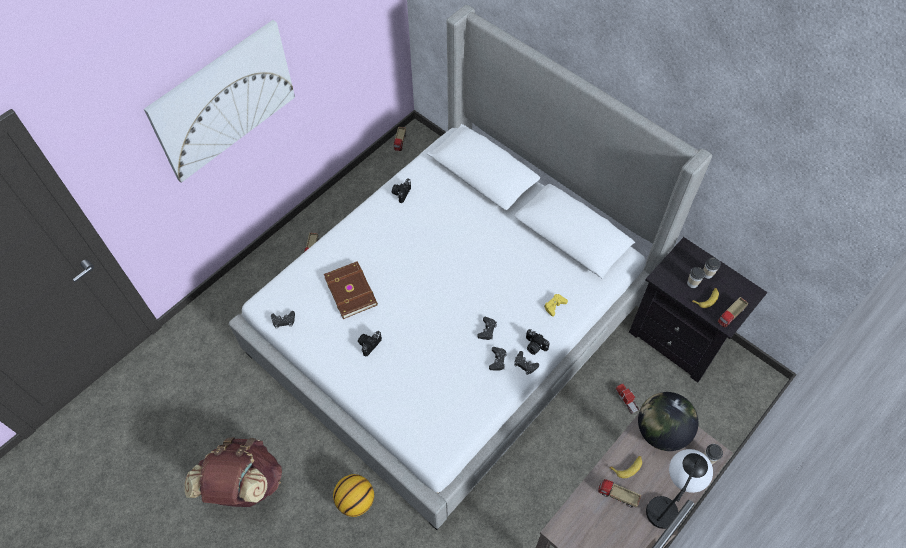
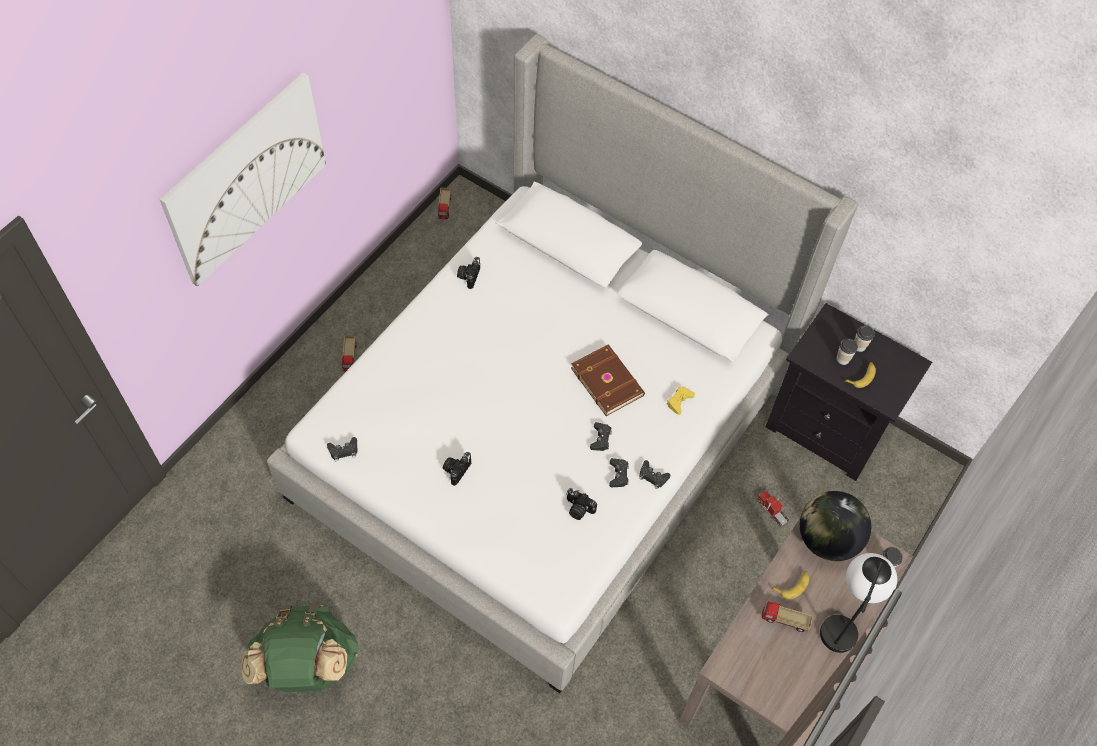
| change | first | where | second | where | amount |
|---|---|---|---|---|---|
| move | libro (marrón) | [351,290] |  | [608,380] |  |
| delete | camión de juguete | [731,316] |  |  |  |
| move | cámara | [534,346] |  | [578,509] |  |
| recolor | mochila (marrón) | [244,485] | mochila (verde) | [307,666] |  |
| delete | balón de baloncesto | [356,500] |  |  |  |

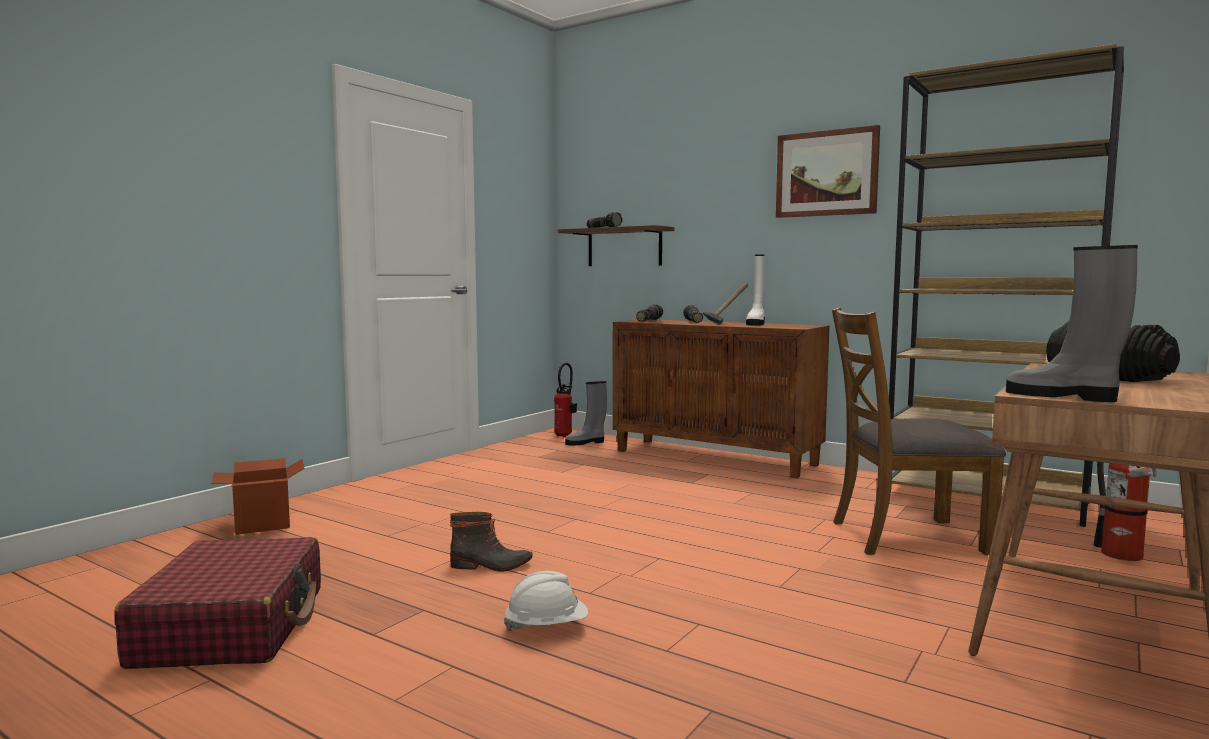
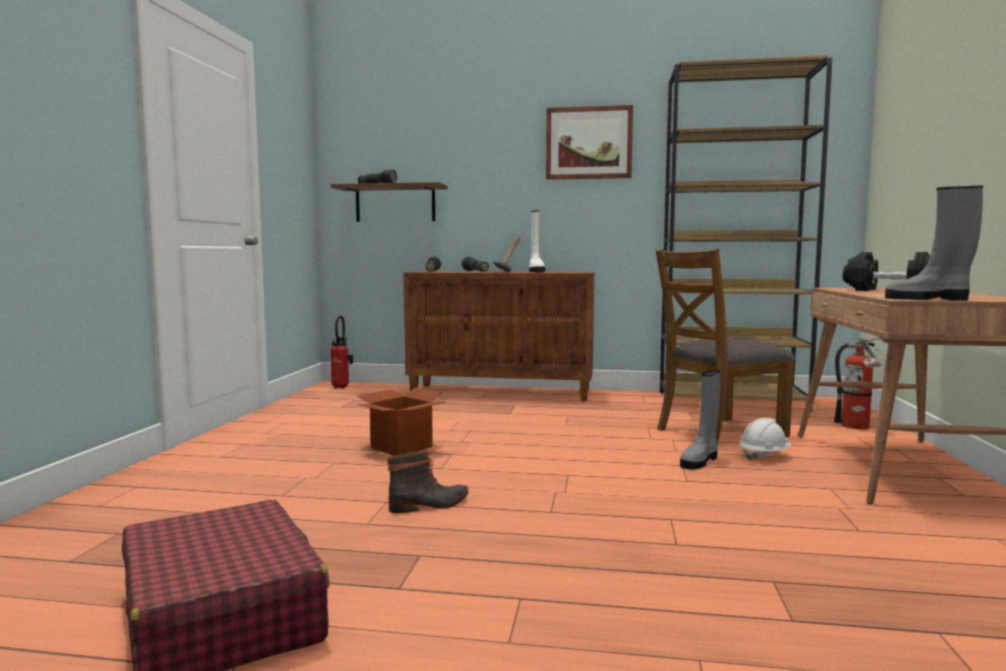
| change | first | where | second | where | amount |
|---|---|---|---|---|---|
| move | bota (gris) | [586,442] |  | [700,461] |  |
| move | caja de cartón | [263,524] |  | [401,447] |  |
| move | casco (blanco) | [547,627] |  | [764,456] |  |

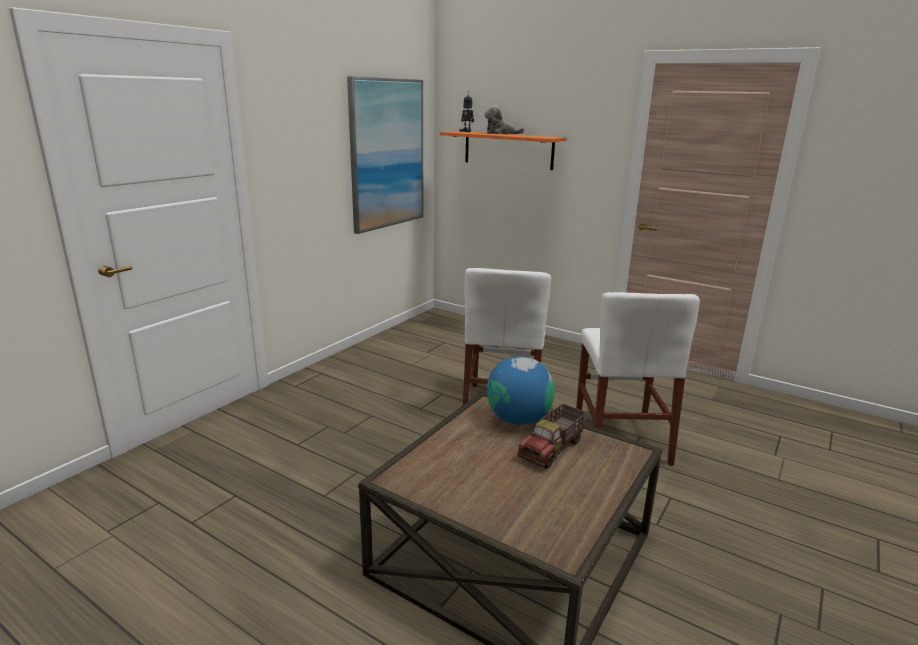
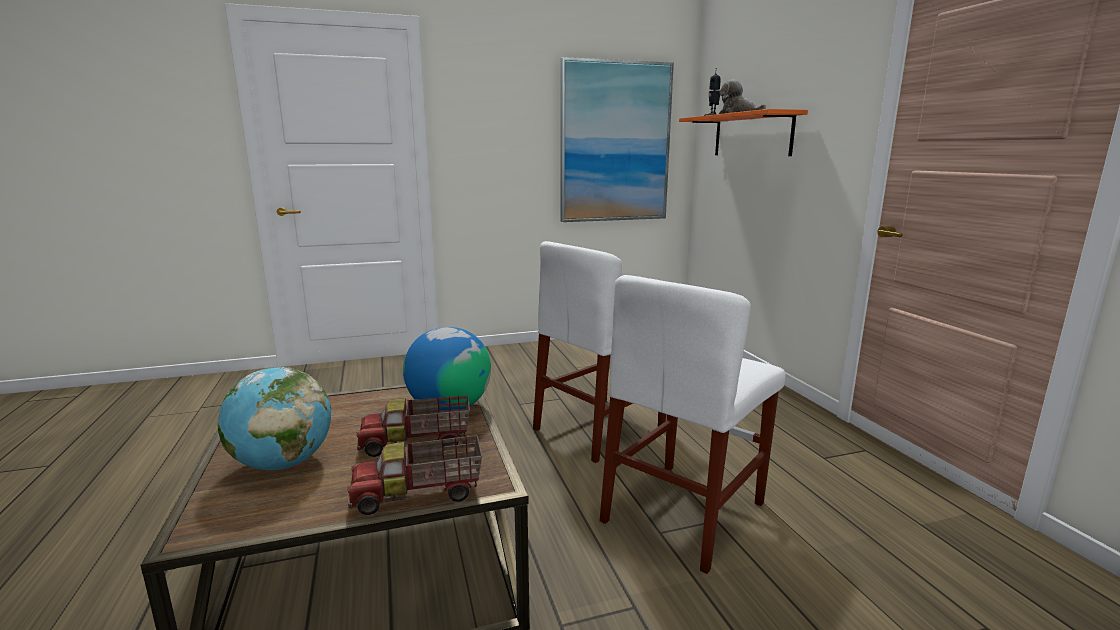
| change | first | where | second | where | amount |
|---|---|---|---|---|---|
| insert |  |  | globo terráqueo | [283,464] |  |
| insert |  |  | camión de juguete | [418,495] |  |

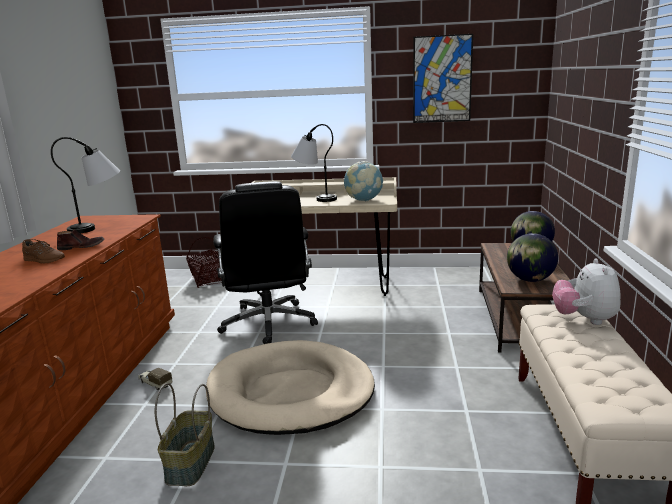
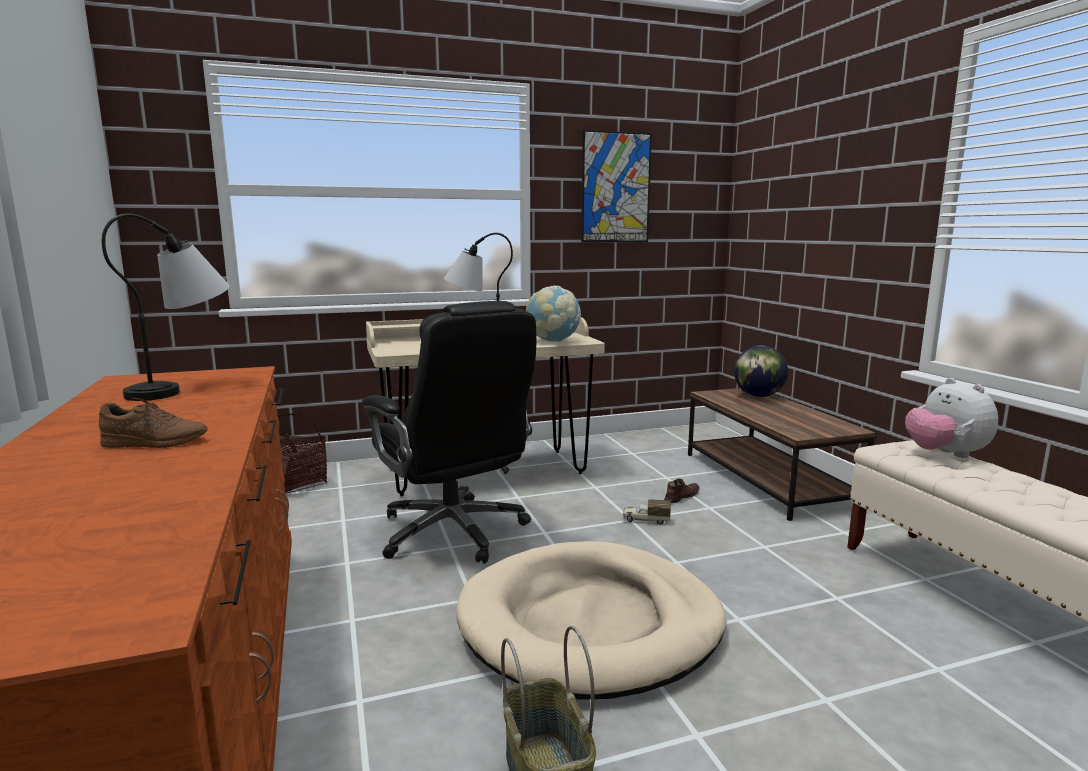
| change | first | where | second | where | amount |
|---|---|---|---|---|---|
| move | zapato (marrón) | [81,247] |  | [681,497] |  |
| delete | globo terráqueo | [530,280] |  |  |  |
| move | camión de juguete | [155,384] |  | [645,520] |  |

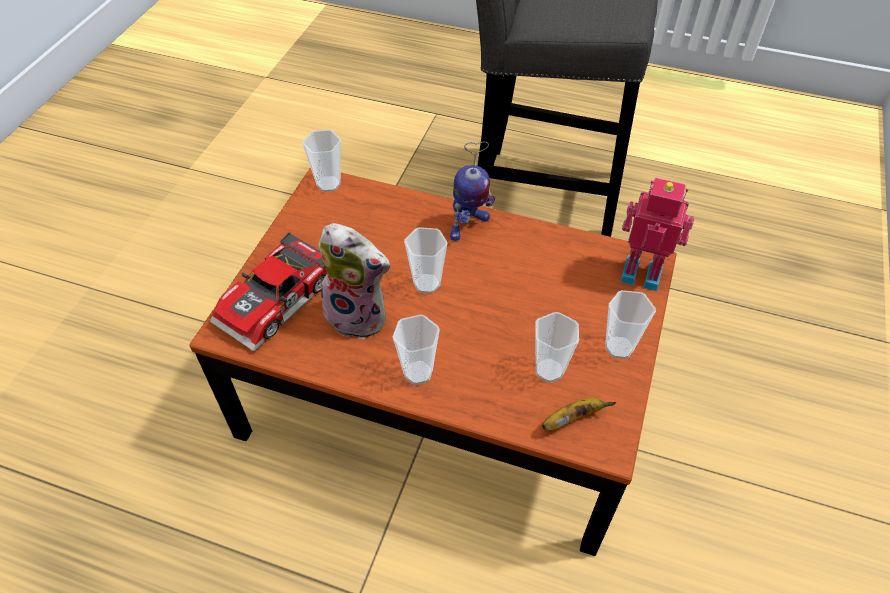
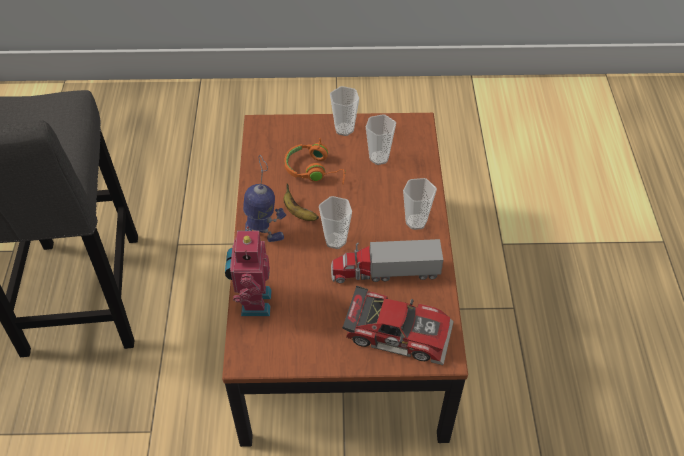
| change | first | where | second | where | amount |
|---|---|---|---|---|---|
| delete | taza | [328,184] |  |  |  |
| move | robot de juguete | [642,272] |  | [253,302] |  |
| replace | peluche | [359,315] | camión de juguete | [384,271] |  |
| move | plátano | [572,419] |  | [298,213] |  |
| insert |  |  | auriculares (naranja) | [315,170] |  |

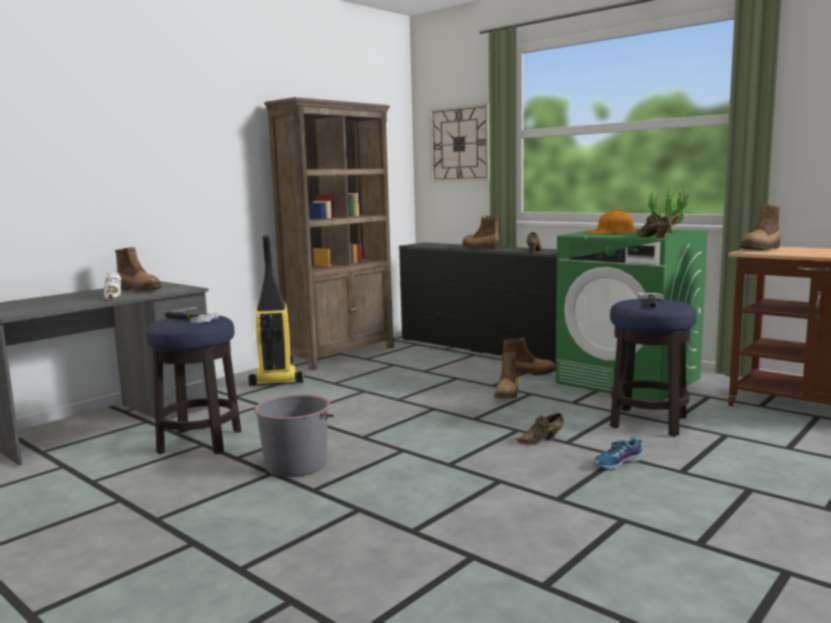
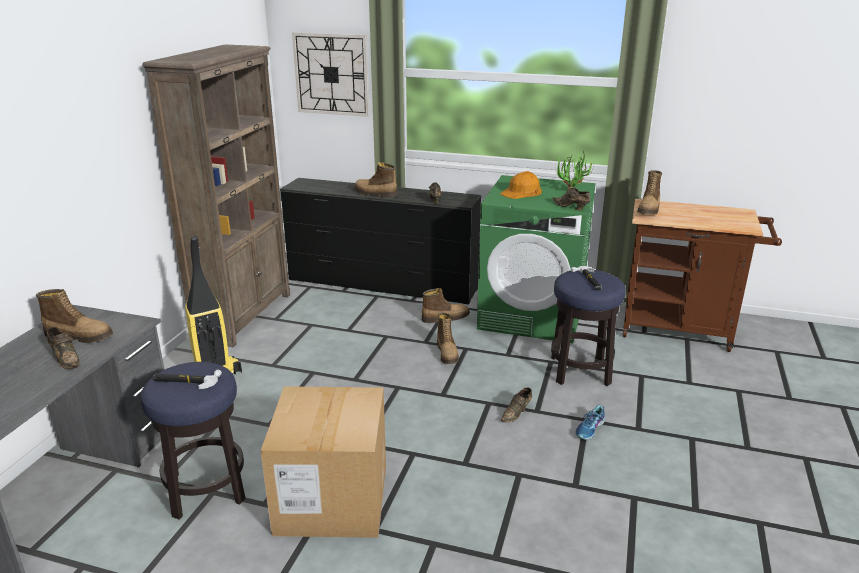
| change | first | where | second | where | amount |
|---|---|---|---|---|---|
| recolor | zapato (blanco) | [114,296] | zapato (marrón) | [65,359] |  |
| replace | cubo (gris) | [296,465] | caja de cartón | [332,499] |  |

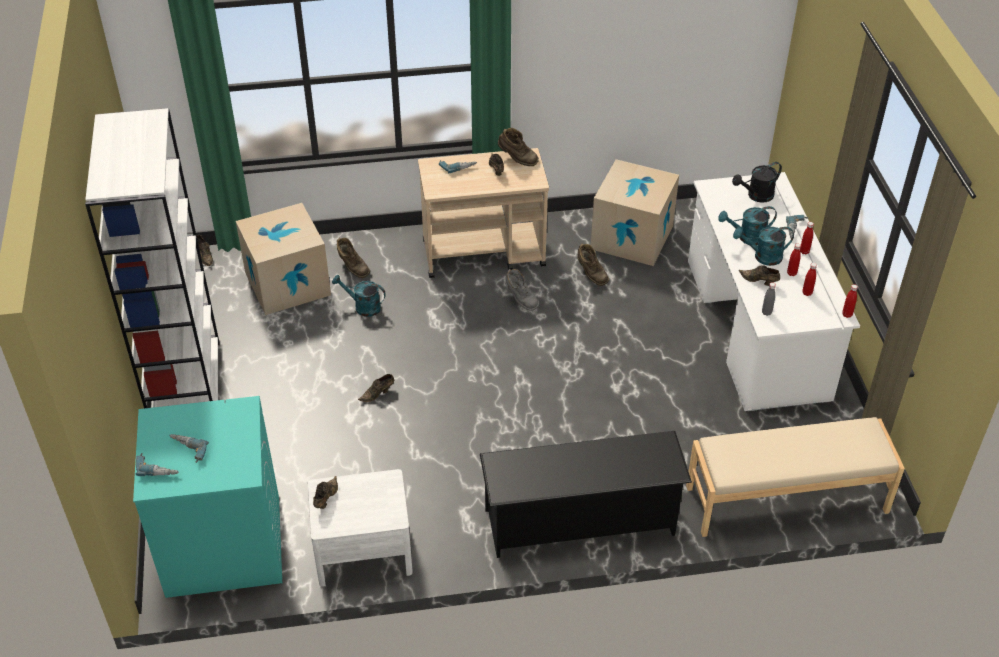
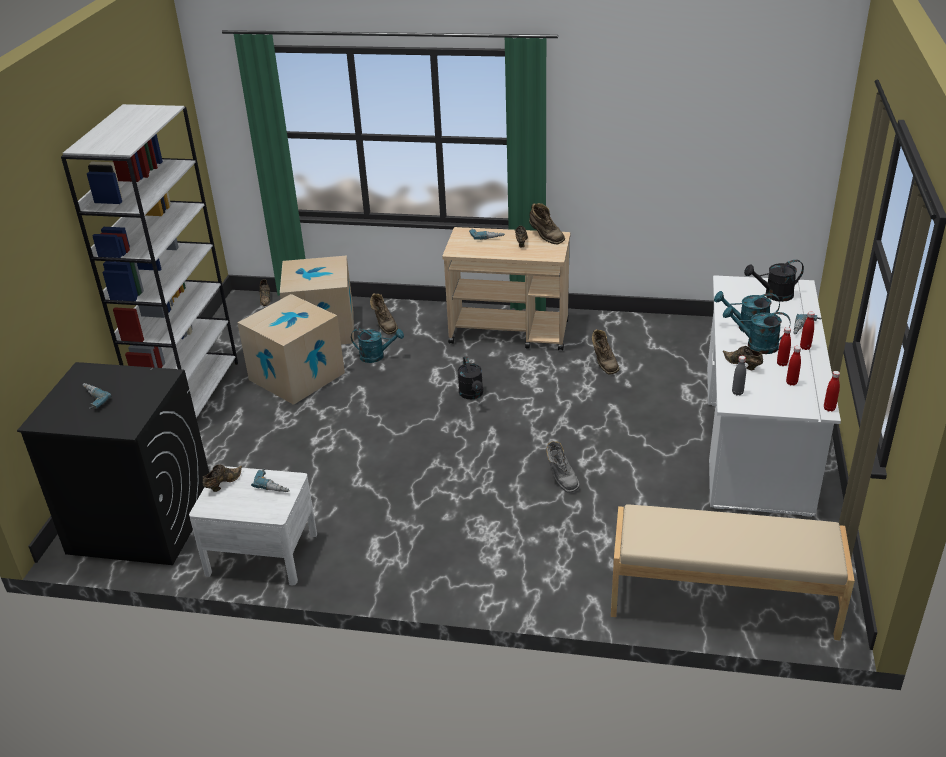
| change | first | where | second | where | amount |
|---|---|---|---|---|---|
| move | caja de cartón | [632,237] |  | [296,376] |  |
| move | bota (gris) | [520,299] |  | [561,479] |  |
| rotate | regadera (turquesa) | [363,307] |  | [376,356] | 150 degrees clockwise |
| delete | zapato (marrón) | [378,394] |  |  |  |
| recolor | lavadora (turquesa) | [222,546] | lavadora (negro) | [140,522] |  |
| delete | zapatero (negro) | [580,522] |  |  |  |
| move | taladro | [158,468] |  | [274,484] |  |
| insert |  |  | regadera (negro) | [472,395] |  |

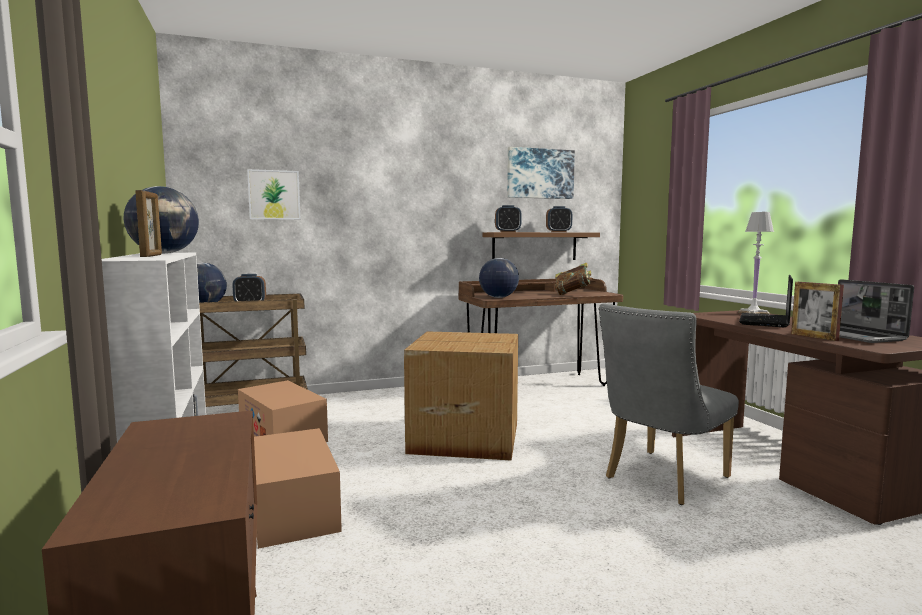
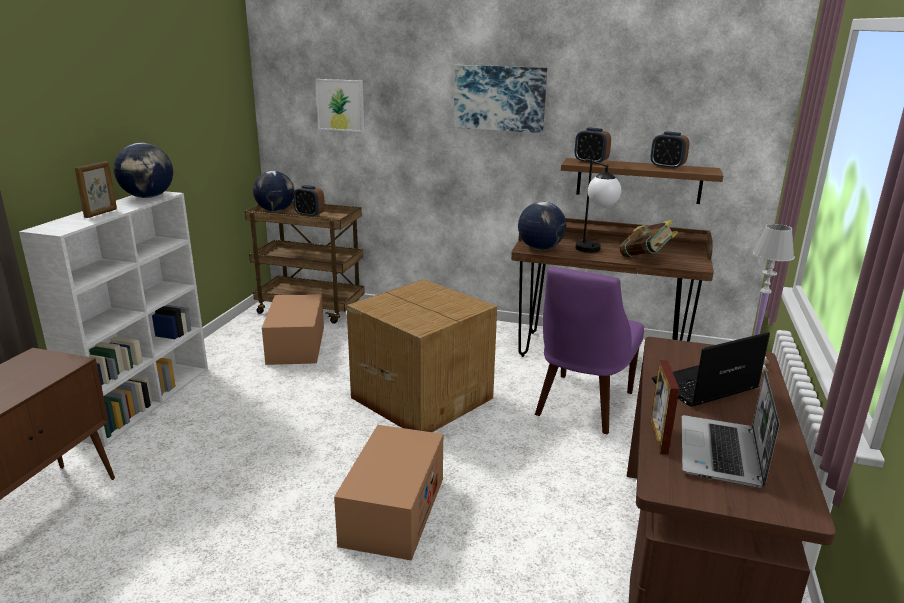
| change | first | where | second | where | amount |
|---|---|---|---|---|---|
| move | cuadro | [540,173] |  | [499,98] |  |
| delete | silla (gris) | [661,479] |  |  |  |
| move | caja de cartón | [293,509] |  | [393,511] |  |
| insert |  |  | lámpara de mesa | [593,251] |  |
| insert |  |  | silla (morado) | [582,405] |  |

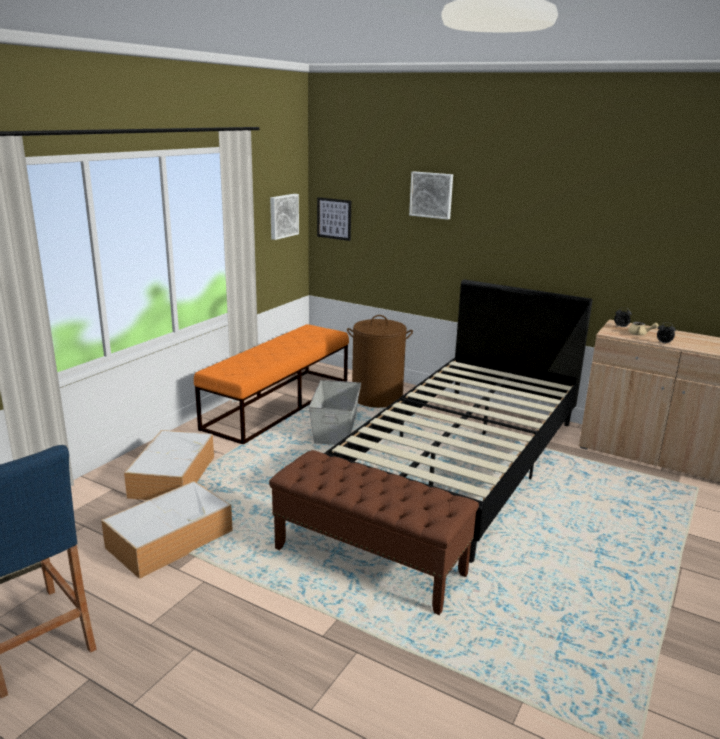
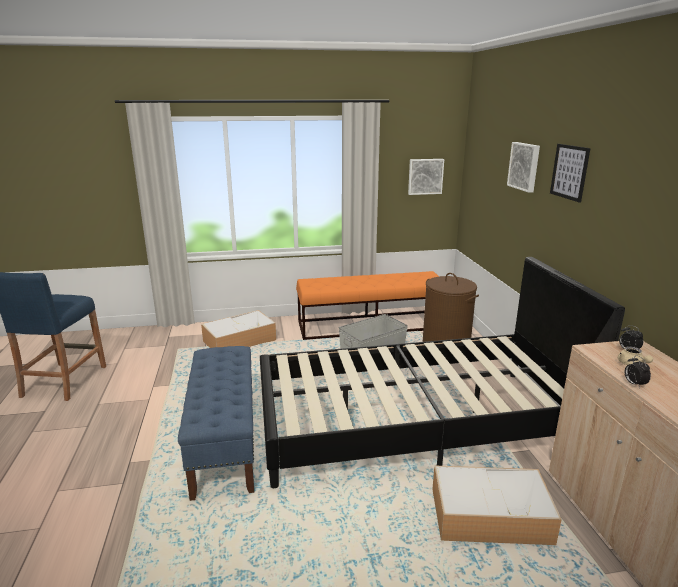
| change | first | where | second | where | amount |
|---|---|---|---|---|---|
| move | cuadro | [334,218] |  | [569,172] |  |
| recolor | banco (marrón) | [369,562] | banco (azul) | [225,443] |  |
| move | caja de almacenaje | [171,538] |  | [491,516] |  |

